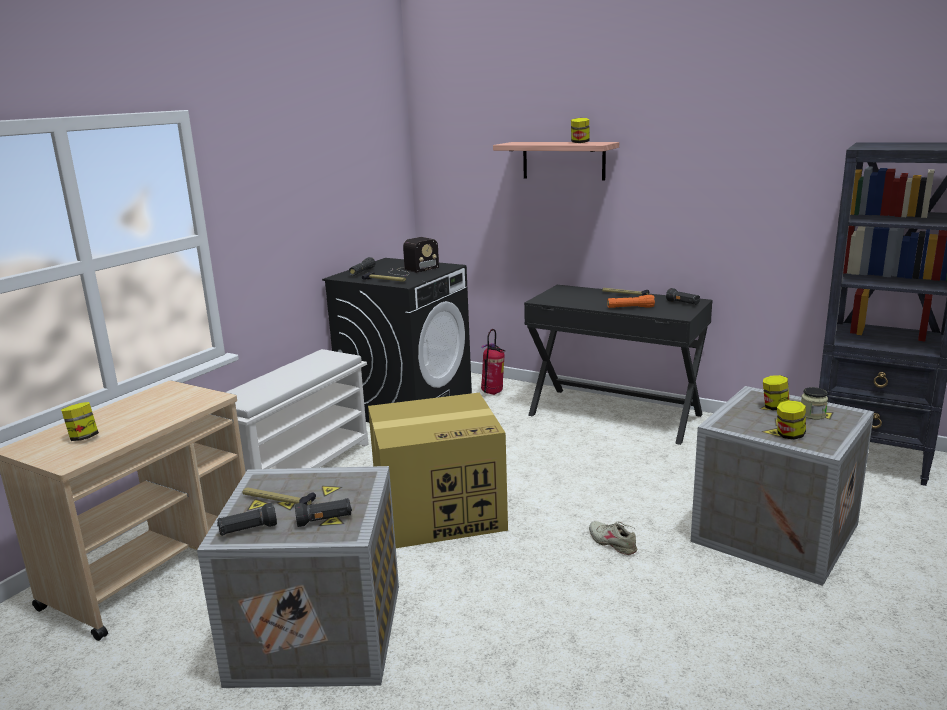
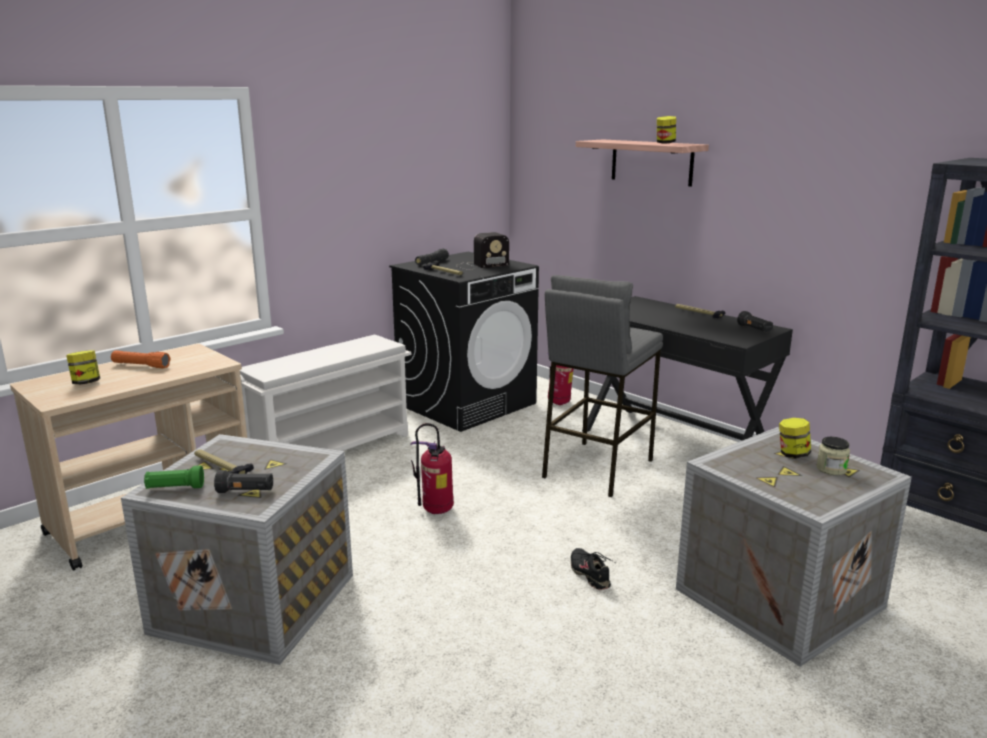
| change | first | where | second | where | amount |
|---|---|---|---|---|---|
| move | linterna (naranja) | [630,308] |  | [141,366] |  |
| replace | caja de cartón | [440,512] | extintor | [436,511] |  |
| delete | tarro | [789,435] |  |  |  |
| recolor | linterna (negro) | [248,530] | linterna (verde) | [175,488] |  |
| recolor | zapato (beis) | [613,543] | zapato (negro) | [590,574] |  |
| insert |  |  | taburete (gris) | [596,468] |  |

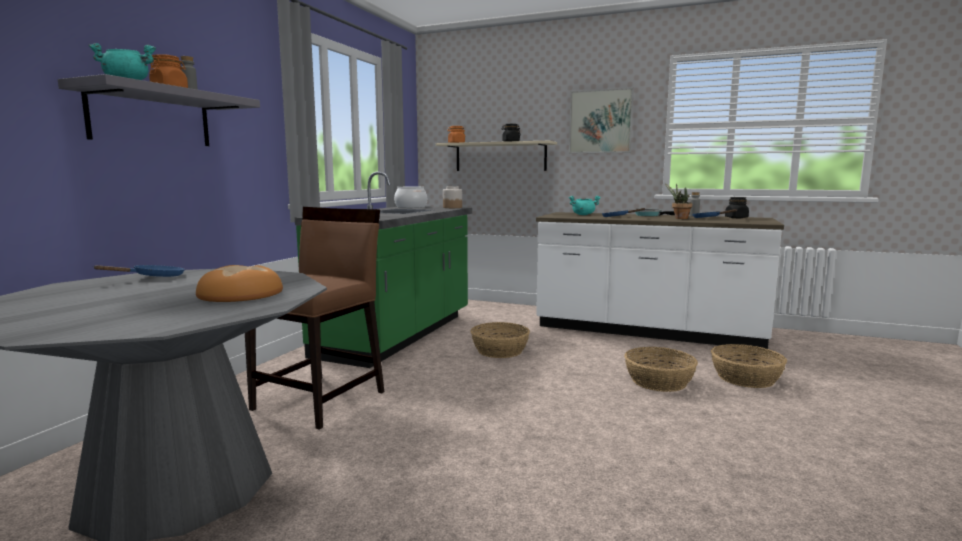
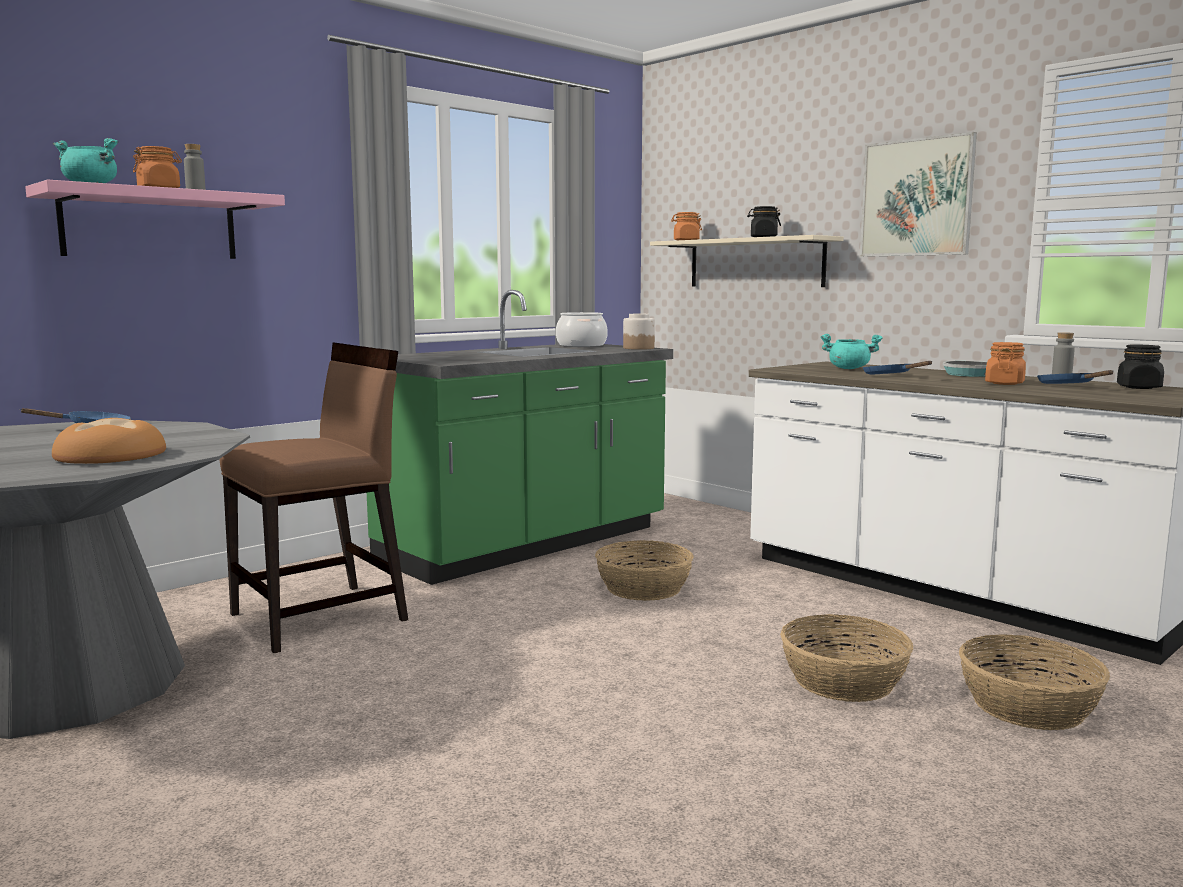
| change | first | where | second | where | amount |
|---|---|---|---|---|---|
| recolor | estante (gris) | [151,118] | estante (rosa) | [150,225] |  |
| replace | planta en maceta | [679,218] | tarro (naranja) | [1004,383] |  |

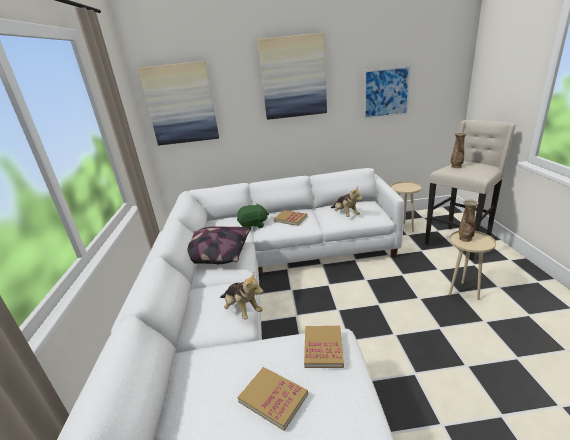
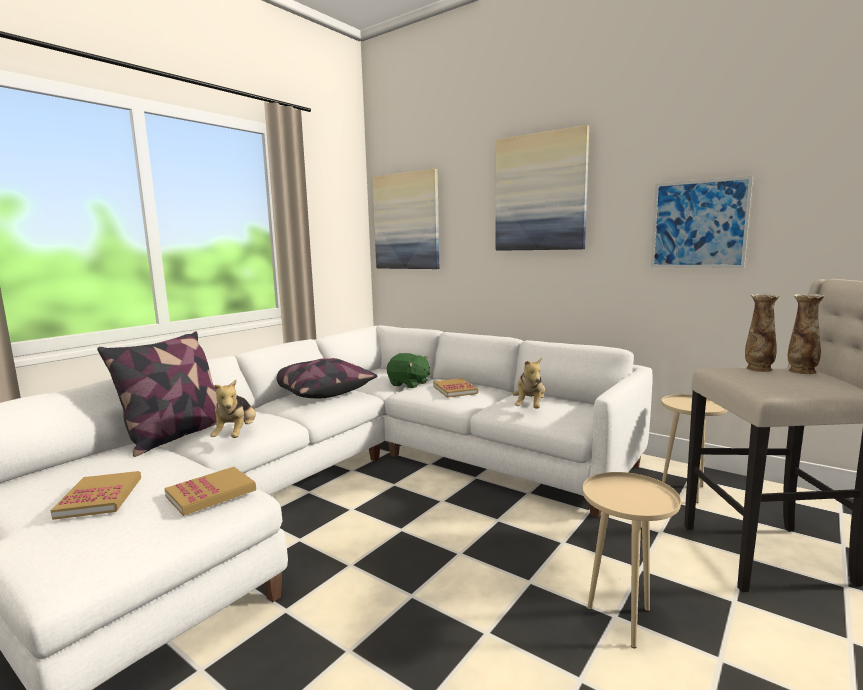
| change | first | where | second | where | amount |
|---|---|---|---|---|---|
| move | florero | [465,239] |  | [801,371] |  |
| insert |  |  | cojín | [176,435] |  |

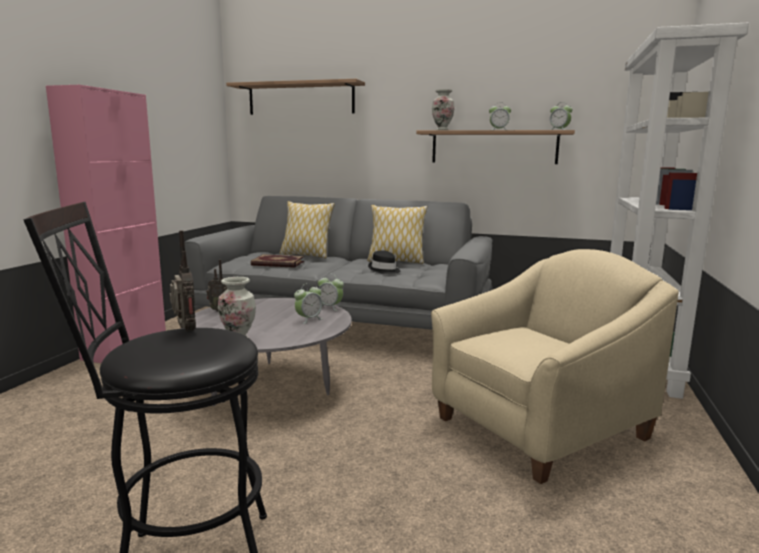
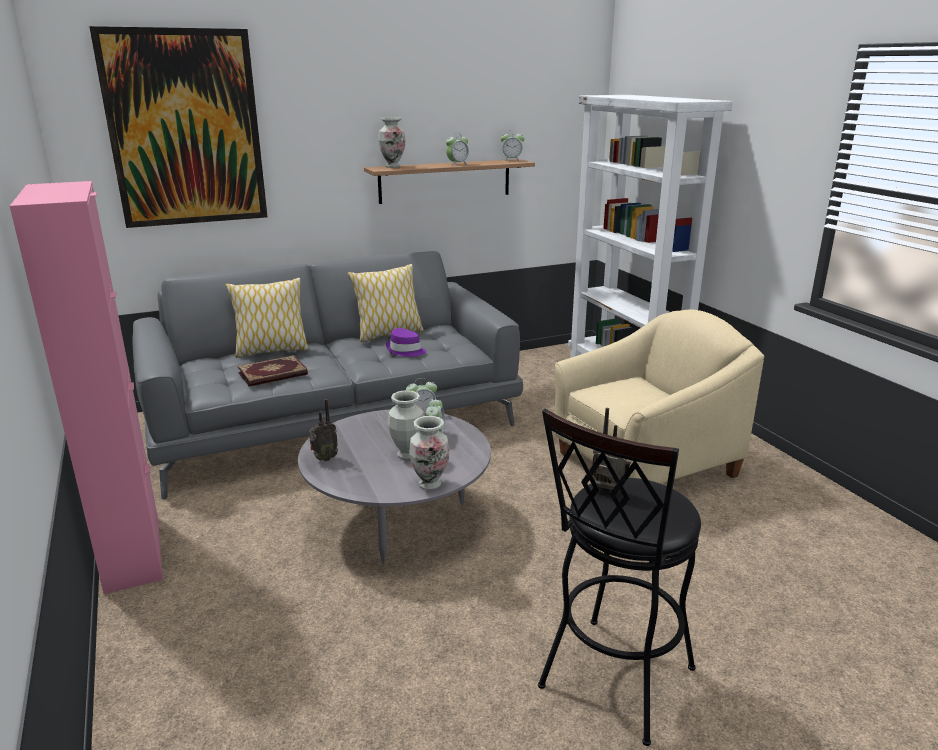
| change | first | where | second | where | amount |
|---|---|---|---|---|---|
| replace | estante | [300,99] | cuadro | [185,129] |  |
| rotate | sillón (beis) | [539,428] |  | [644,464] | 45 degrees clockwise |
| recolor | sombrero (negro) | [384,270] | sombrero (morado) | [405,351] |  |
| insert |  |  | florero | [407,454] |  |

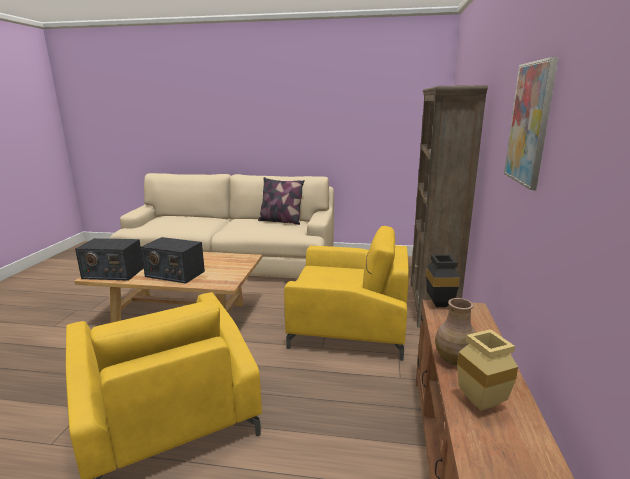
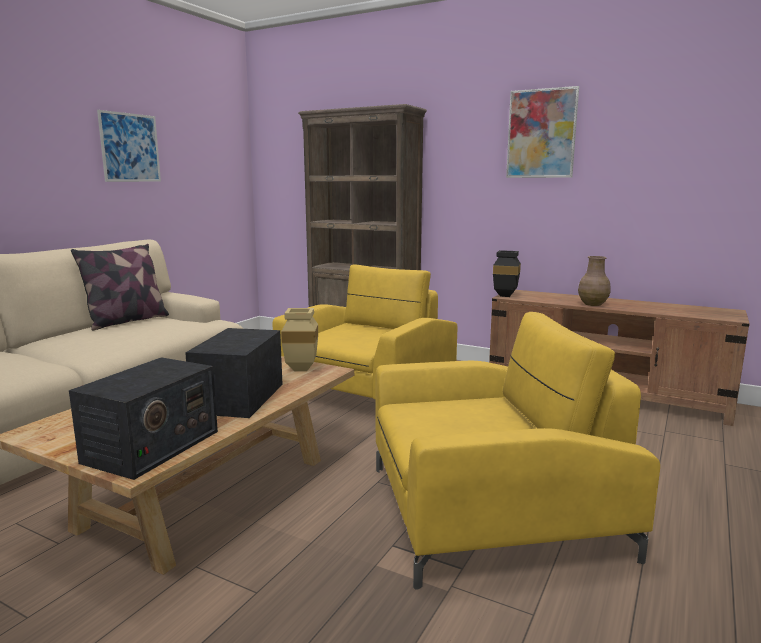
| change | first | where | second | where | amount |
|---|---|---|---|---|---|
| rotate | radio | [174,274] |  | [239,398] | 150 degrees clockwise |
| move | florero (beis) | [478,402] |  | [299,369] |  |
| insert |  |  | cuadro | [130,147] |  |

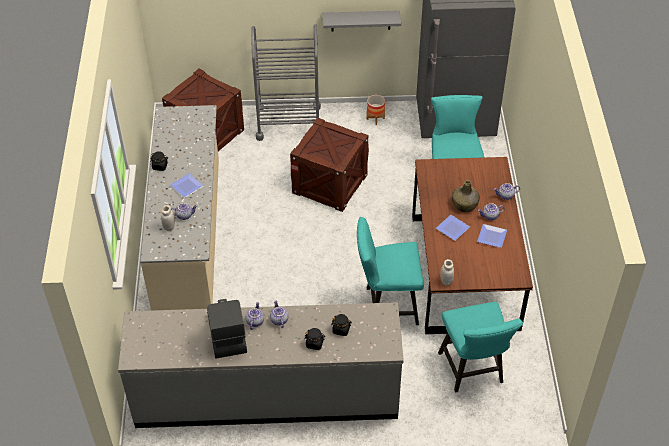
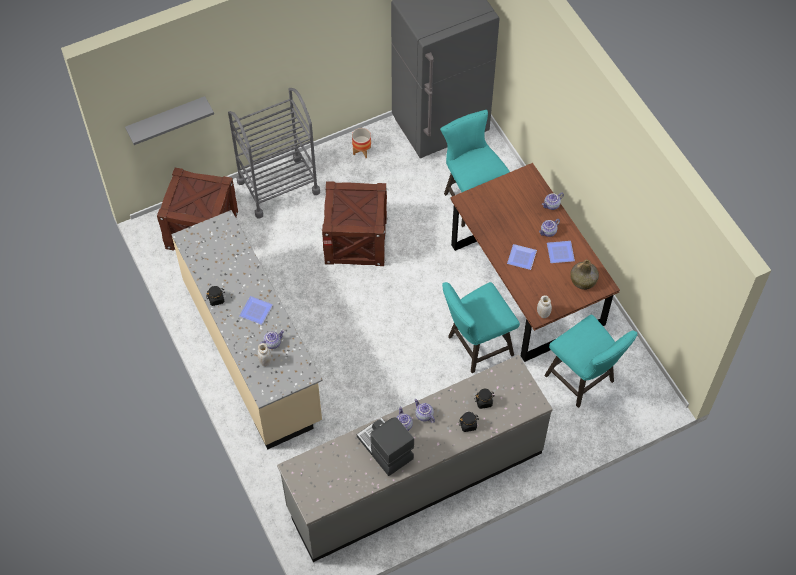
| change | first | where | second | where | amount |
|---|---|---|---|---|---|
| move | estante (gris) | [360,20] |  | [167,119] |  |
| move | botella (verde) | [465,204] |  | [583,280] |  |

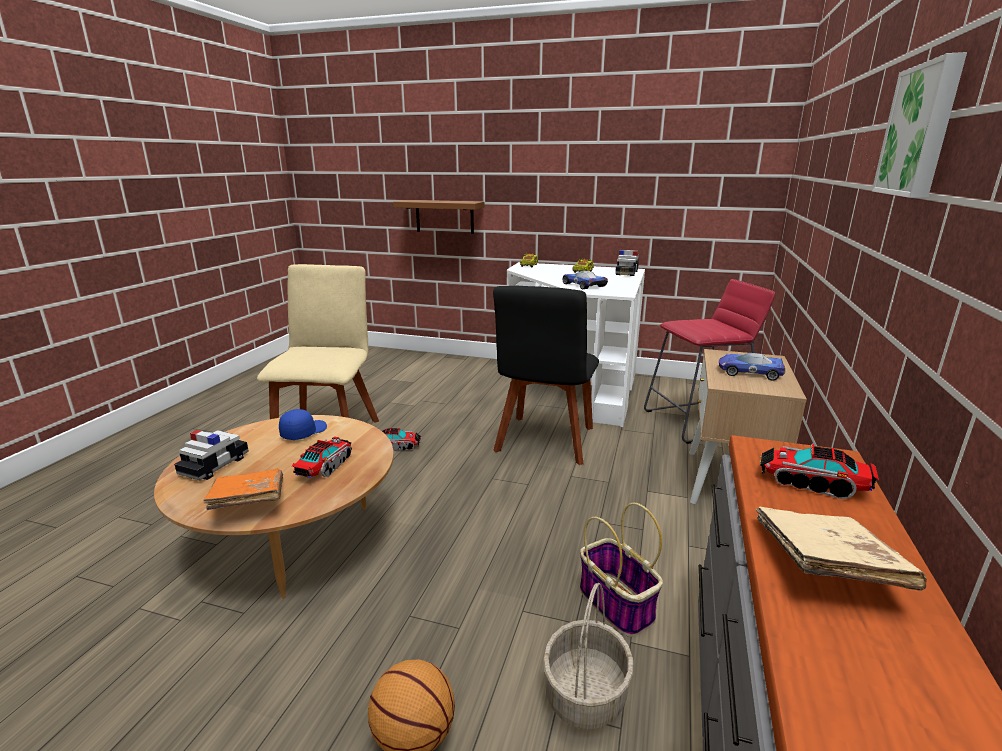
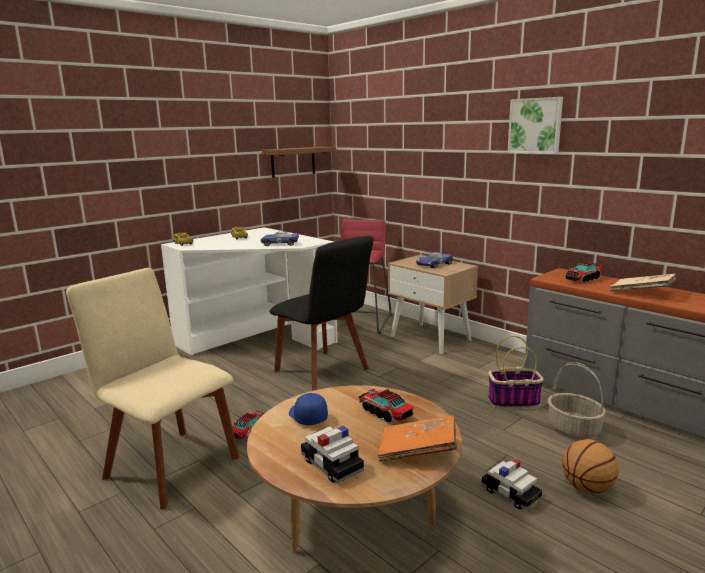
| change | first | where | second | where | amount |
|---|---|---|---|---|---|
| move | estante (marrón) | [444,216] |  | [293,161] |  |
| move | coche de juguete | [626,273] |  | [511,494] |  |

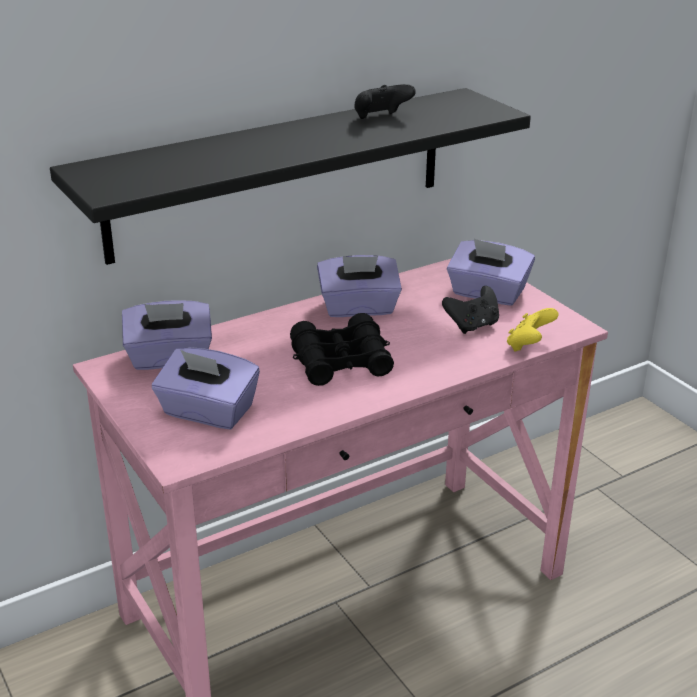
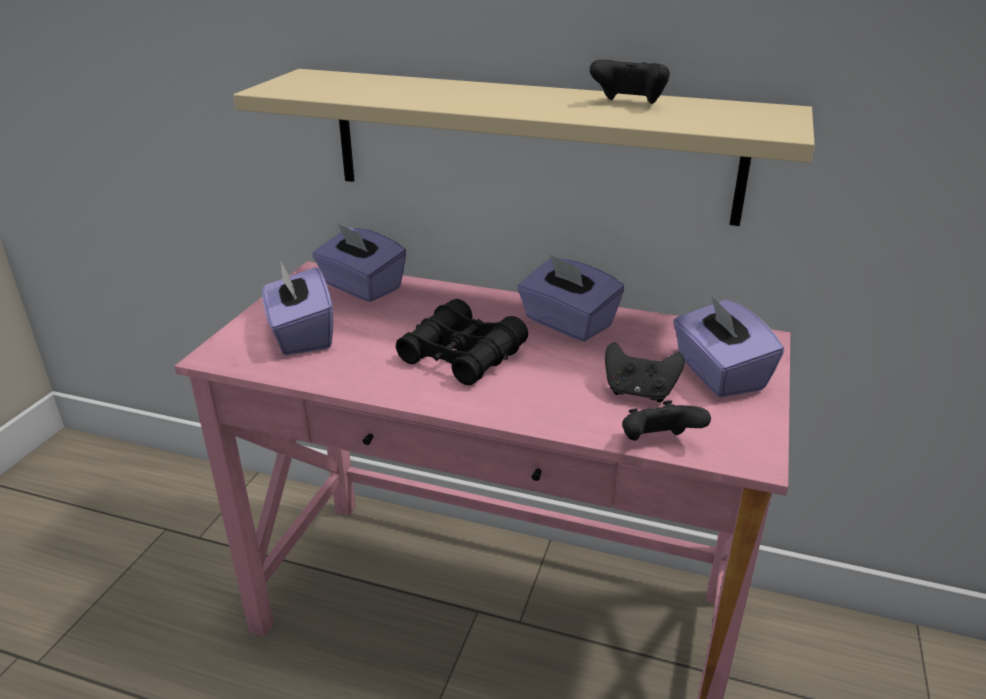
| change | first | where | second | where | amount |
|---|---|---|---|---|---|
| recolor | estante (negro) | [280,173] | estante (beis) | [531,145] |  |
| recolor | mando de consola (amarillo) | [529,346] | mando de consola (negro) | [657,443] |  |

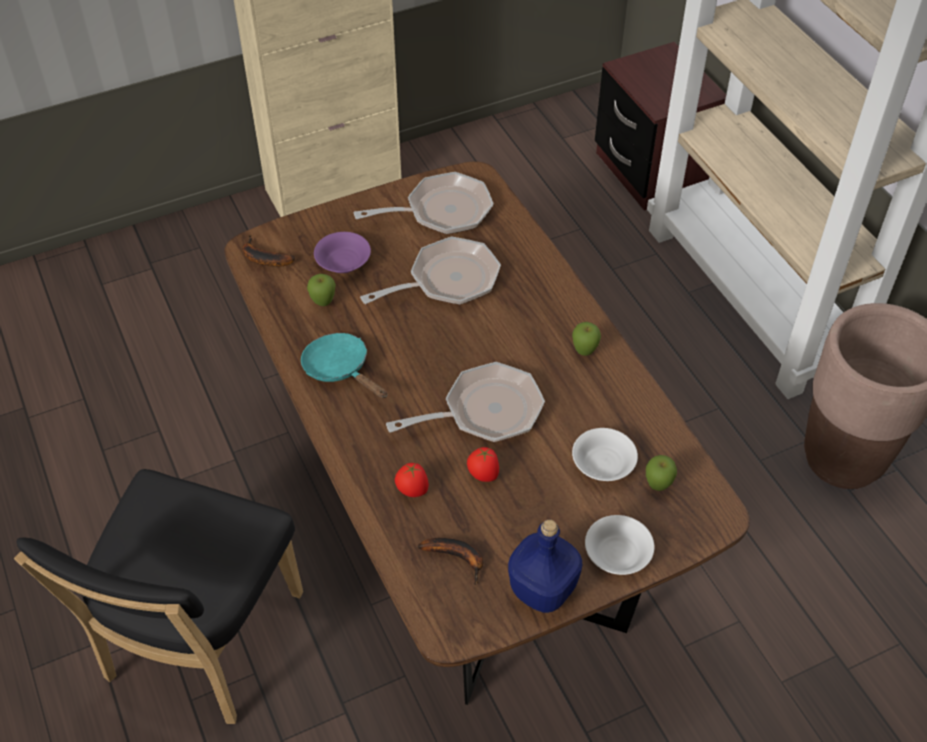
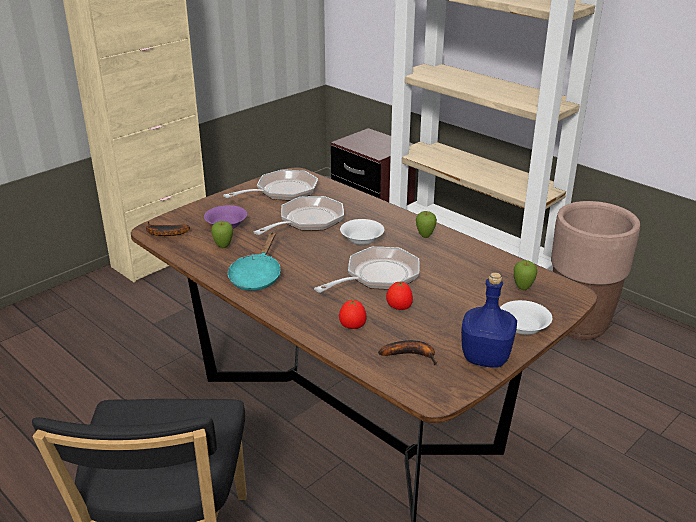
| change | first | where | second | where | amount |
|---|---|---|---|---|---|
| rotate | sartén (turquesa) | [340,369] |  | [256,276] | 105 degrees counterclockwise |
| move | cuenco (blanco) | [602,464] |  | [361,240] |  |

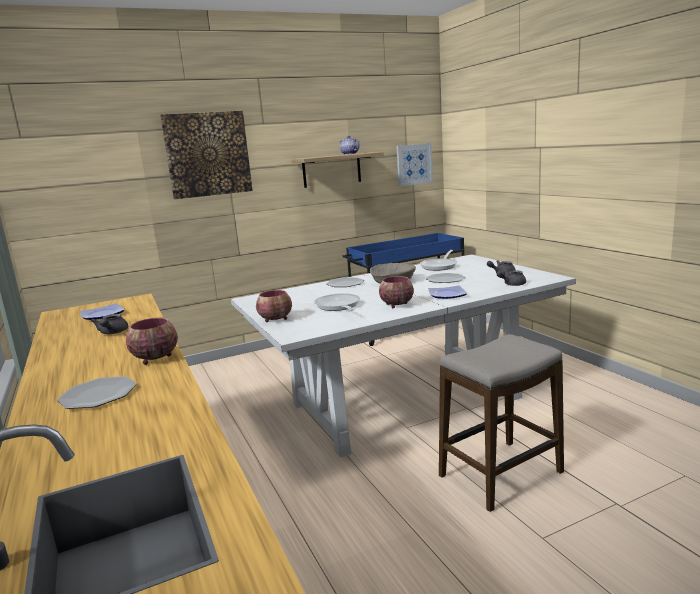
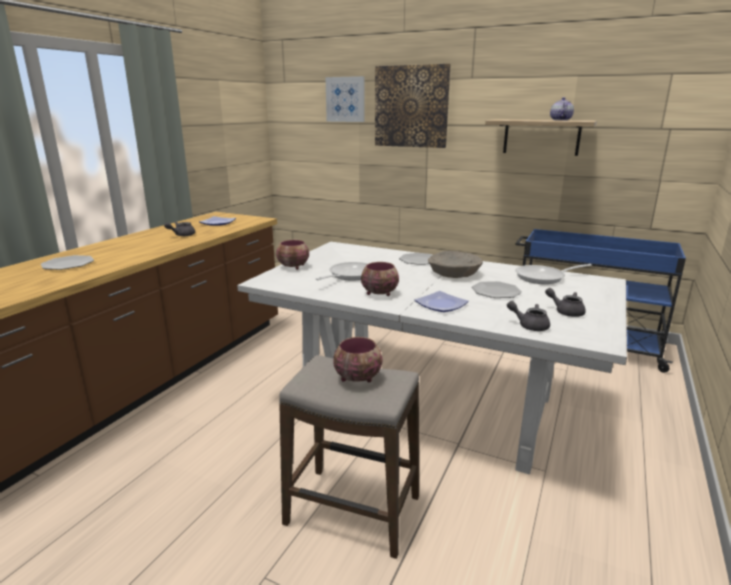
| change | first | where | second | where | amount |
|---|---|---|---|---|---|
| move | cuadro | [414,164] |  | [345,99] |  |
| move | cuenco | [154,358] |  | [357,378] |  |

